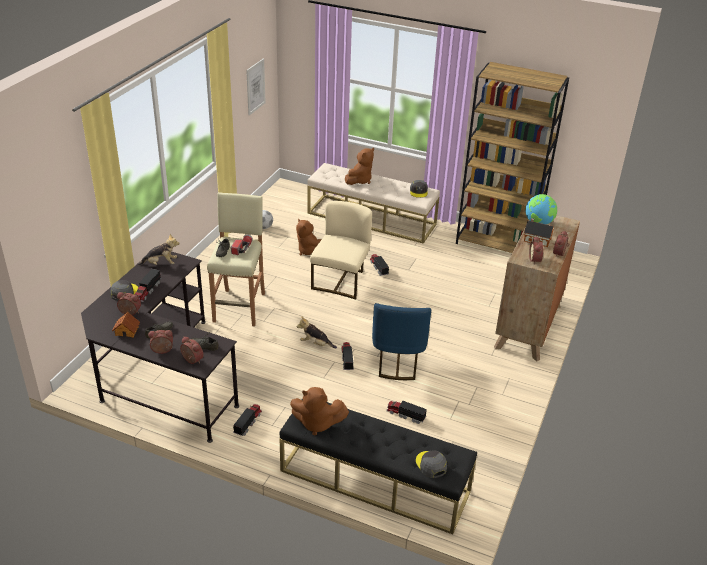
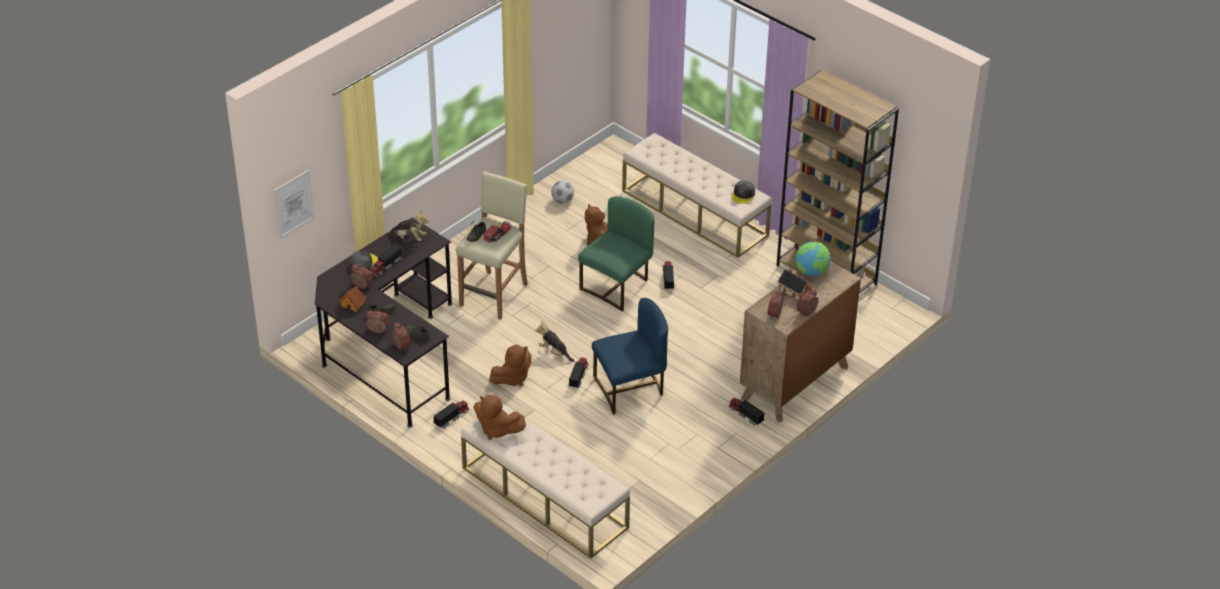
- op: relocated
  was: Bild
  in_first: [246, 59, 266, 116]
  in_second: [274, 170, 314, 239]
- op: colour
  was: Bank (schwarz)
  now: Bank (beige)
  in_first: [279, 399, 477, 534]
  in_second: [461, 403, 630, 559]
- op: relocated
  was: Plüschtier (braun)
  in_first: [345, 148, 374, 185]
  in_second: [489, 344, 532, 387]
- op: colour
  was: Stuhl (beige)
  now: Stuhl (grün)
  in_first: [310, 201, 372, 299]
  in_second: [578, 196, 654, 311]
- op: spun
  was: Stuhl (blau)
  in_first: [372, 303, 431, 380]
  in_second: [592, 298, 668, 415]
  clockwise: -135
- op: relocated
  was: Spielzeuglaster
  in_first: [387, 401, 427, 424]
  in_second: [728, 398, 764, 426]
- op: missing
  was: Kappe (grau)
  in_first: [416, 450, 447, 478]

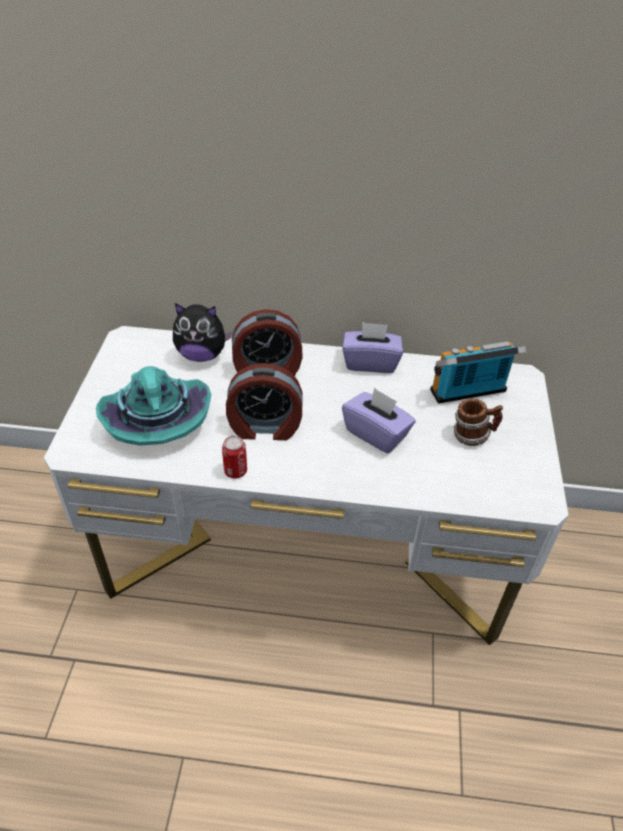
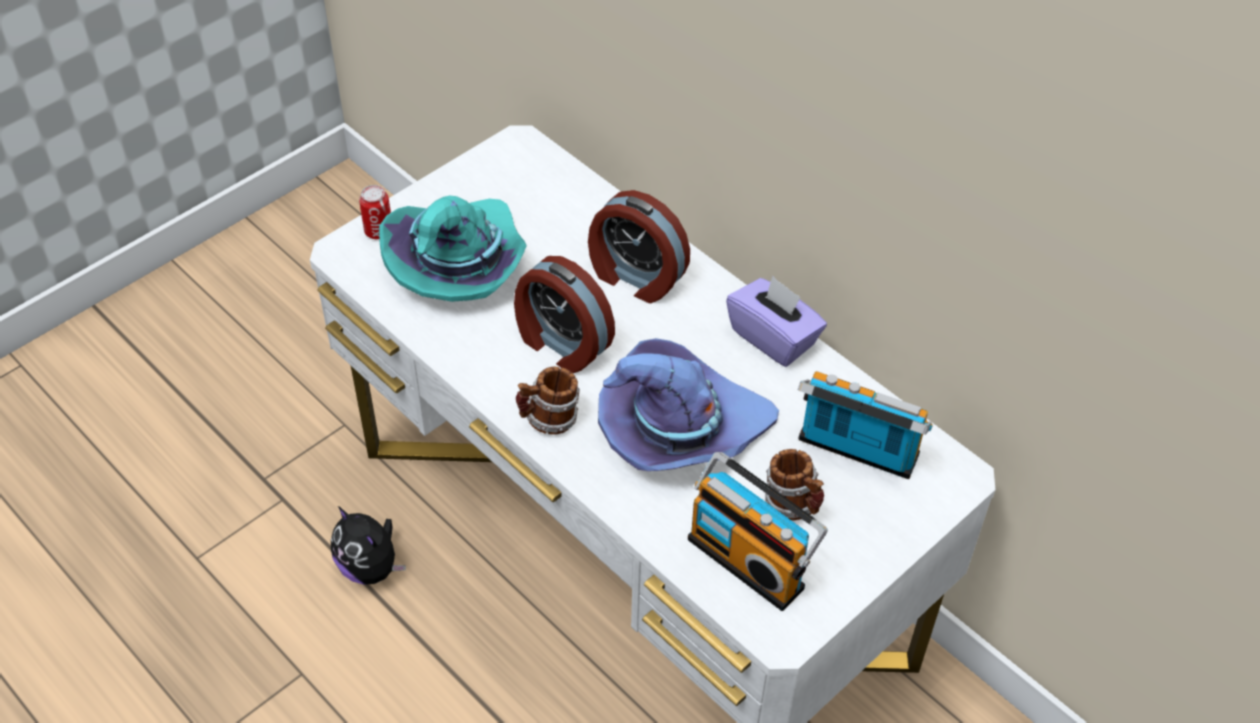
- op: relocated
  was: Plüschtier
  in_first: [173, 303, 233, 362]
  in_second: [331, 506, 406, 585]
- op: relocated
  was: Dose
  in_first: [222, 435, 247, 478]
  in_second: [359, 185, 391, 239]
- op: appeared
  now: Henkelbecher
  in_second: [516, 366, 580, 435]
- op: exchanged
  was: Taschentuchbox (lila)
  now: Hut (lila)
  in_first: [342, 388, 416, 453]
  in_second: [598, 338, 779, 471]
- op: appeared
  now: Radio
  in_second: [688, 452, 828, 611]

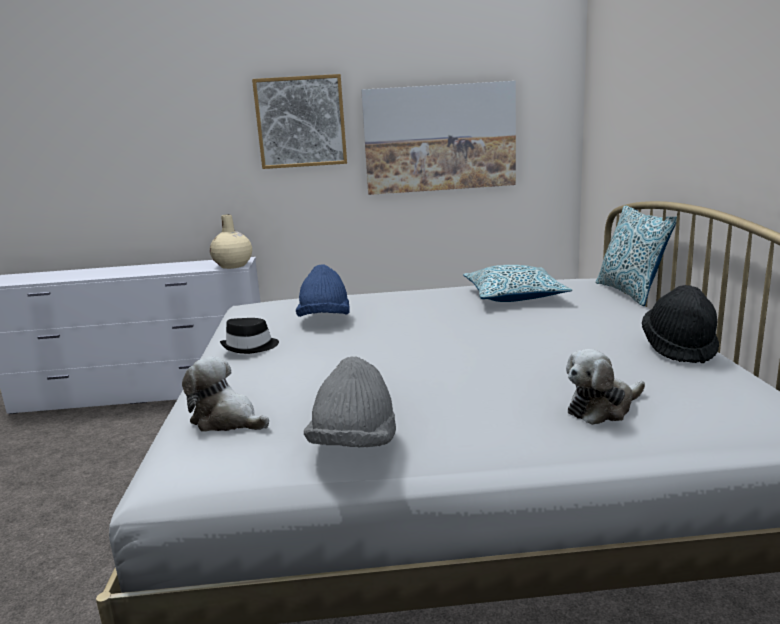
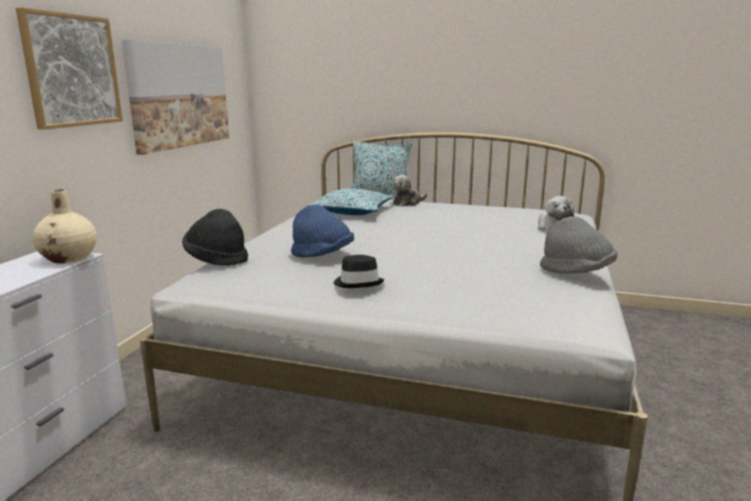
- op: relocated
  was: Hut (schwarz)
  in_first: [642, 285, 719, 363]
  in_second: [182, 209, 248, 266]
- op: relocated
  was: Plüschtier
  in_first: [182, 356, 269, 432]
  in_second: [392, 175, 427, 206]

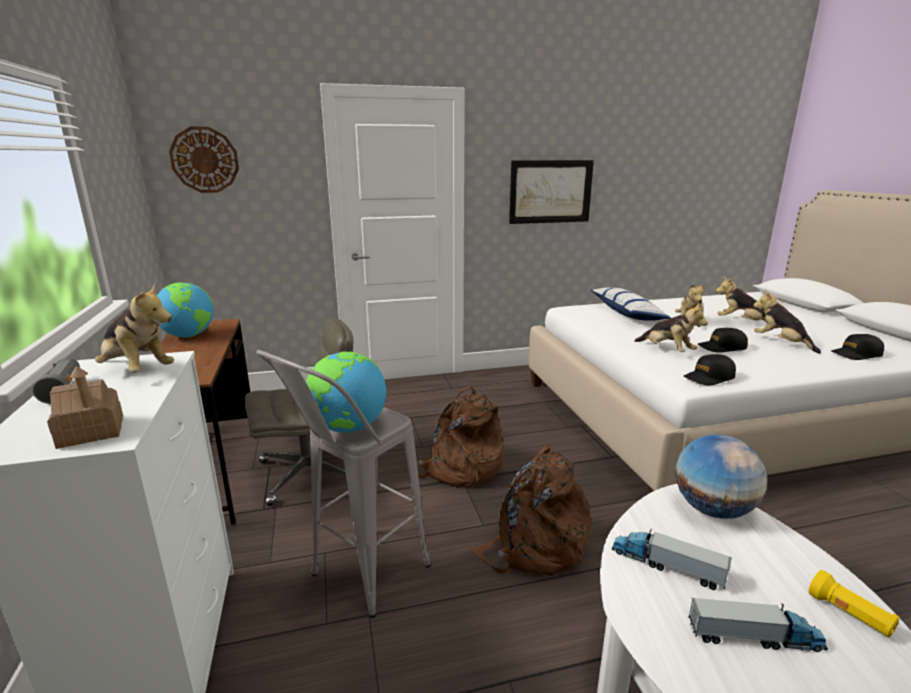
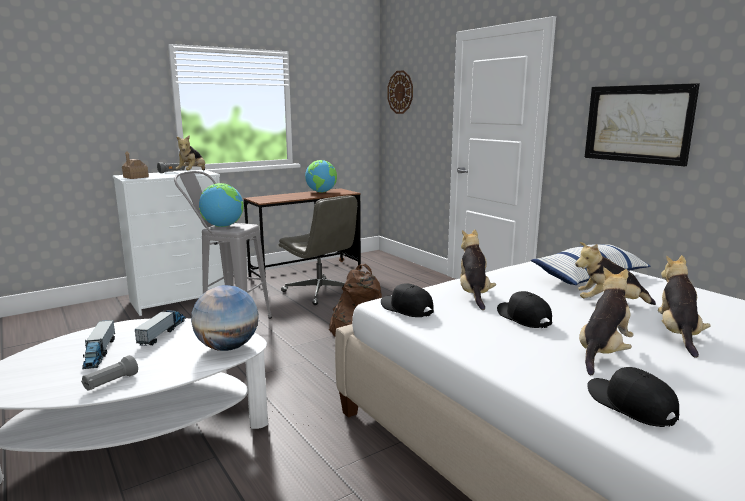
- op: colour
  was: Taschenlampe (gelb)
  now: Taschenlampe (grau)
  in_first: [809, 570, 899, 637]
  in_second: [81, 355, 138, 391]
- op: spun
  was: Plüschtier
  in_first: [634, 303, 708, 352]
  in_second: [460, 229, 496, 310]
  clockwise: 150
- op: missing
  was: Rucksack (braun)
  in_first: [470, 445, 591, 576]

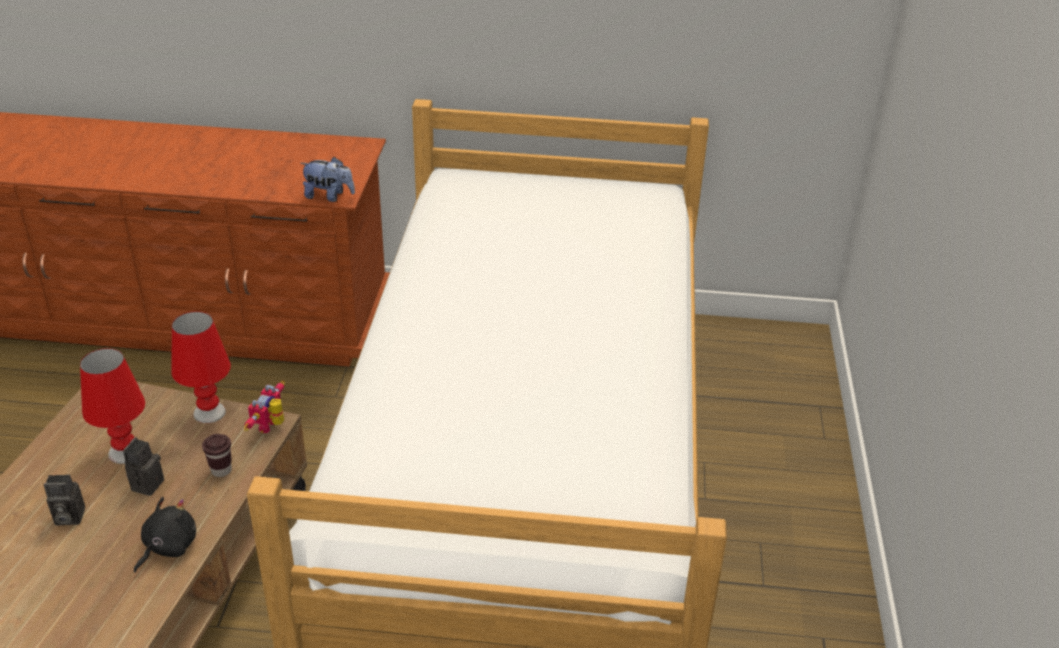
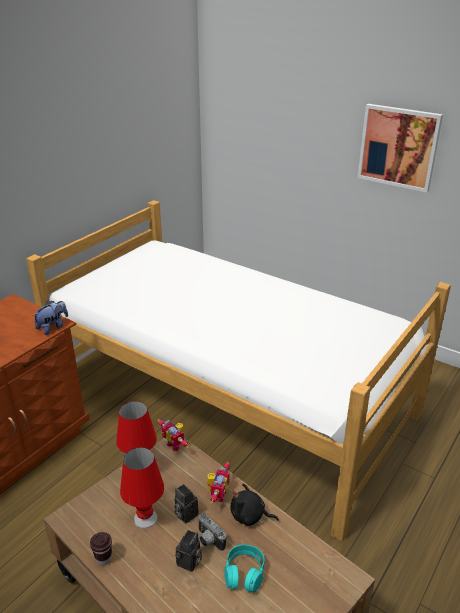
- op: relocated
  was: Tasse (braun)
  in_first: [202, 434, 232, 477]
  in_second: [90, 532, 112, 566]
- op: appeared
  now: Kamera
  in_second: [198, 513, 226, 551]
- op: appeared
  now: Spielzeugroboter
  in_second: [207, 461, 230, 505]
- op: appeared
  now: Kopfhörer (türkis)
  in_second: [224, 545, 265, 592]
- op: spun
  was: Plüschtier (schwarz)
  in_first: [134, 497, 196, 573]
  in_second: [230, 484, 279, 526]
  clockwise: -45
- op: appeared
  now: Bild
  in_second: [357, 104, 443, 193]

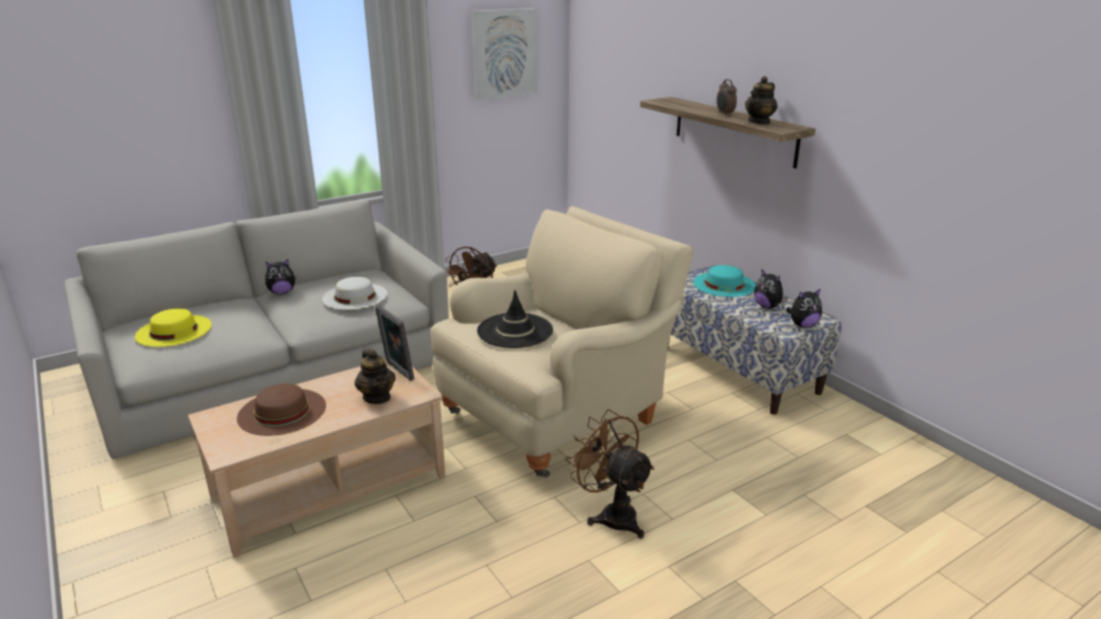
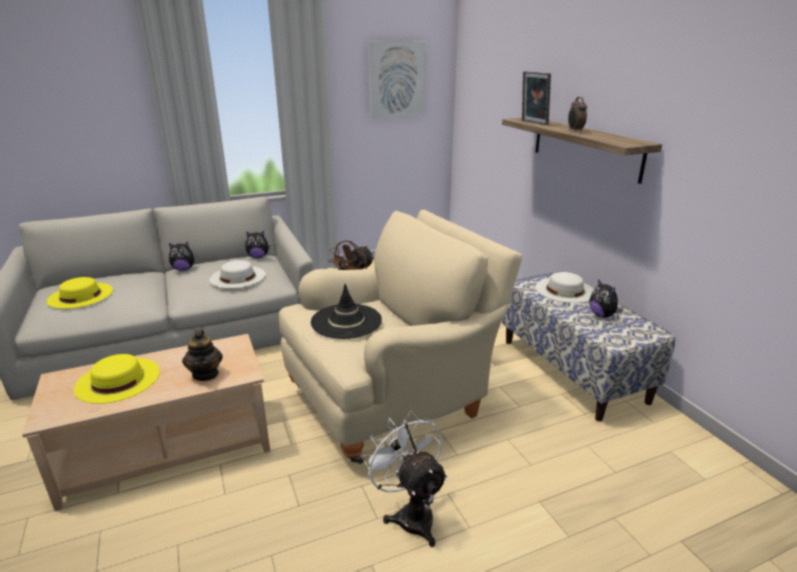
- op: colour
  was: Hut (braun)
  now: Hut (gelb)
  in_first: [237, 384, 326, 436]
  in_second: [74, 354, 160, 404]
- op: relocated
  was: Plüschtier
  in_first: [786, 288, 822, 328]
  in_second: [245, 231, 271, 258]
- op: colour
  was: Ventilator (braun)
  now: Ventilator (weiß)
  in_first: [566, 409, 655, 539]
  in_second: [362, 411, 448, 547]
- op: relocated
  was: Bilderrahmen
  in_first: [375, 305, 414, 381]
  in_second: [522, 71, 551, 125]
- op: colour
  was: Hut (türkis)
  now: Hut (weiß)
  in_first: [693, 265, 756, 297]
  in_second: [536, 272, 594, 303]
- op: missing
  was: Teekanne
  in_first: [745, 76, 778, 124]

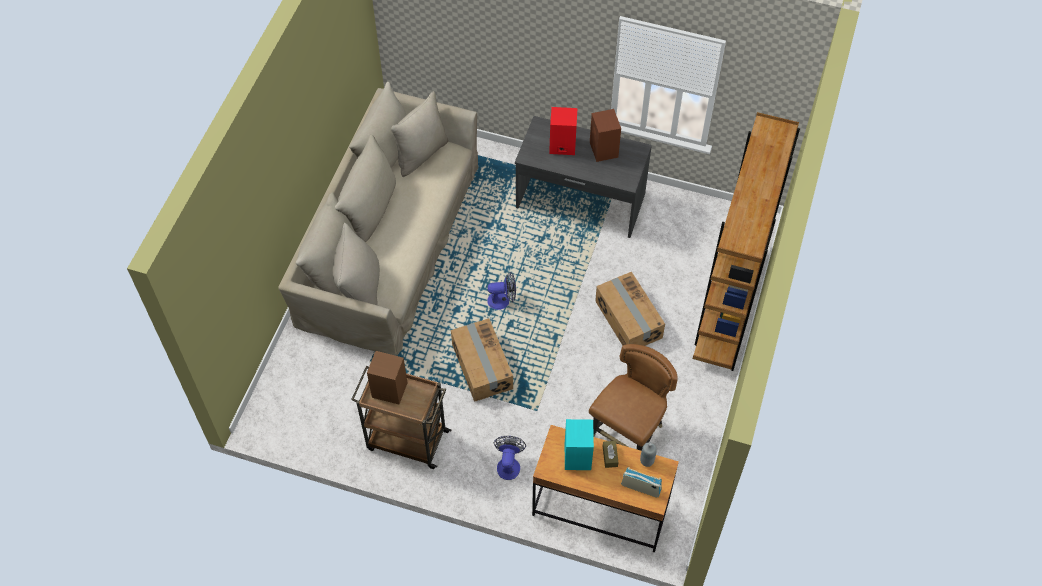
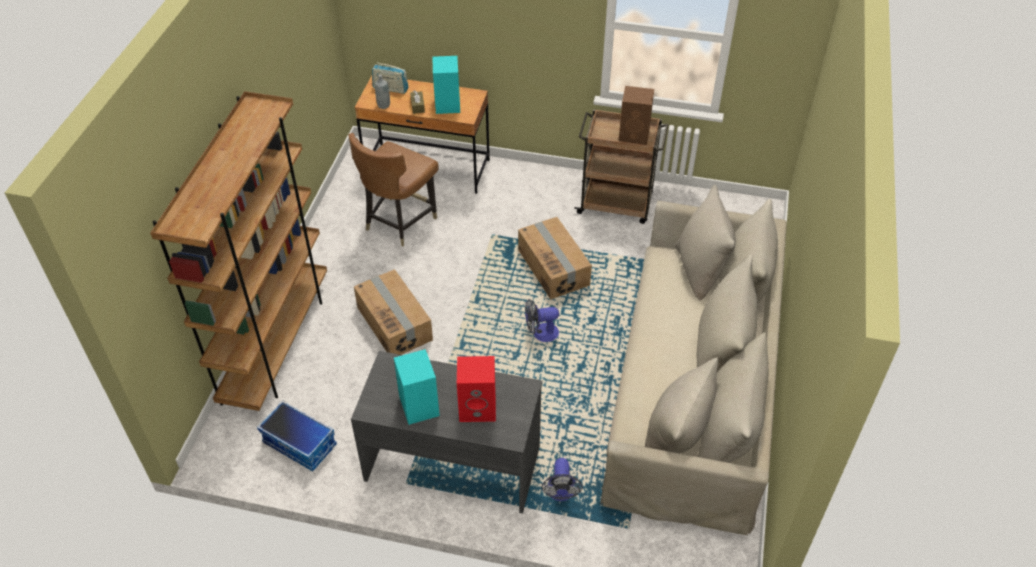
- op: appeared
  now: Aufbewahrungsbox
  in_second: [257, 400, 337, 471]
- op: colour
  was: Lautsprecher (braun)
  now: Lautsprecher (türkis)
  in_first: [590, 109, 621, 162]
  in_second: [394, 349, 440, 425]
- op: relocated
  was: Ventilator
  in_first: [494, 436, 526, 480]
  in_second: [542, 458, 583, 501]

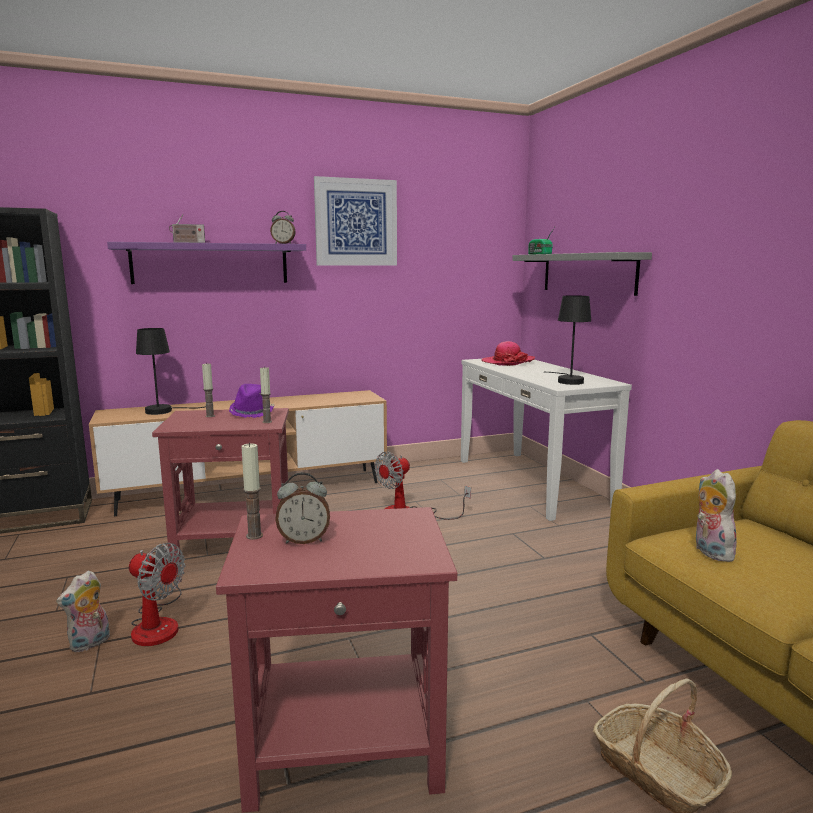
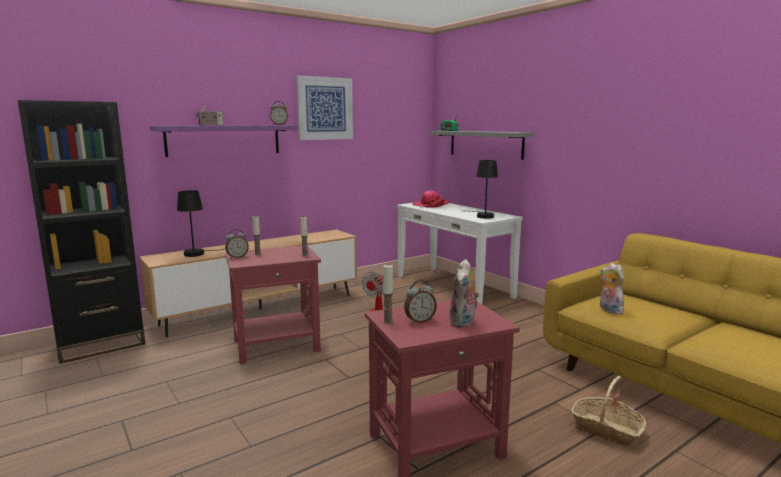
- op: appeared
  now: Wecker
  in_second: [225, 229, 249, 259]
- op: relocated
  was: Plüschtier
  in_first: [56, 571, 110, 653]
  in_second: [449, 259, 480, 328]
- op: missing
  was: Ventilator
  in_first: [129, 543, 185, 646]
- op: missing
  was: Hut (lila)
  in_first: [229, 384, 274, 418]

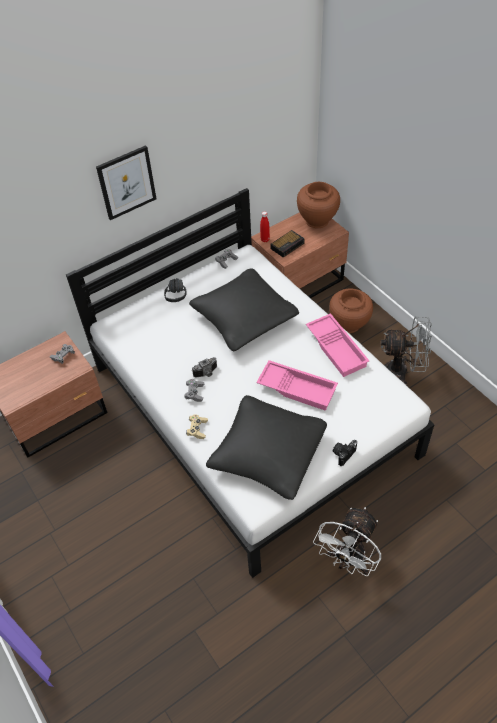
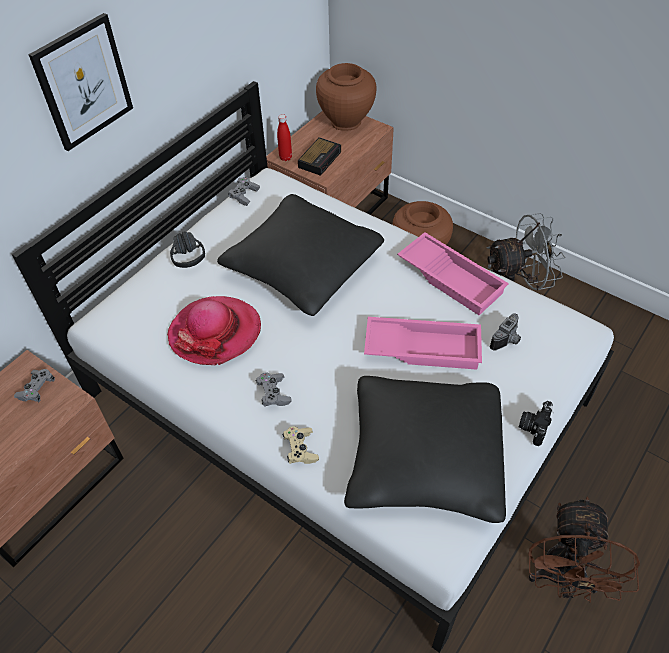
- op: appeared
  now: Hut
  in_second: [167, 296, 261, 365]
- op: relocated
  was: Kamera
  in_first: [192, 357, 217, 377]
  in_second: [490, 313, 521, 350]
- op: colour
  was: Ventilator (weiß)
  now: Ventilator (braun)
  in_first: [313, 507, 381, 576]
  in_second: [528, 497, 640, 603]

